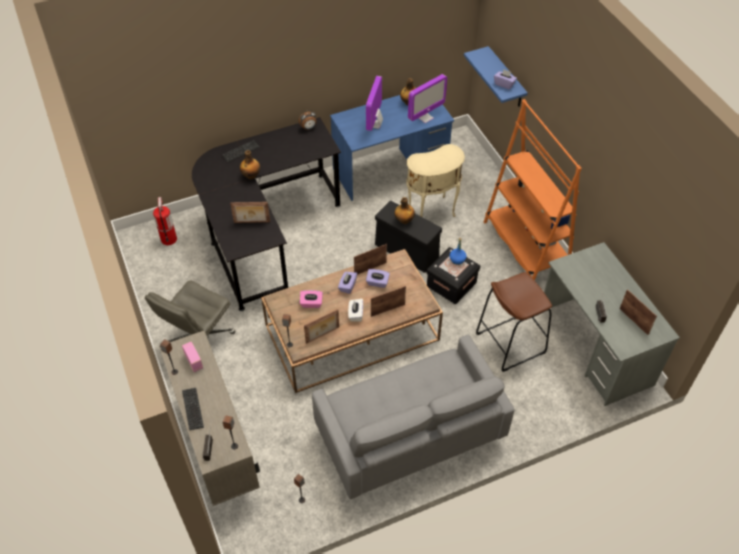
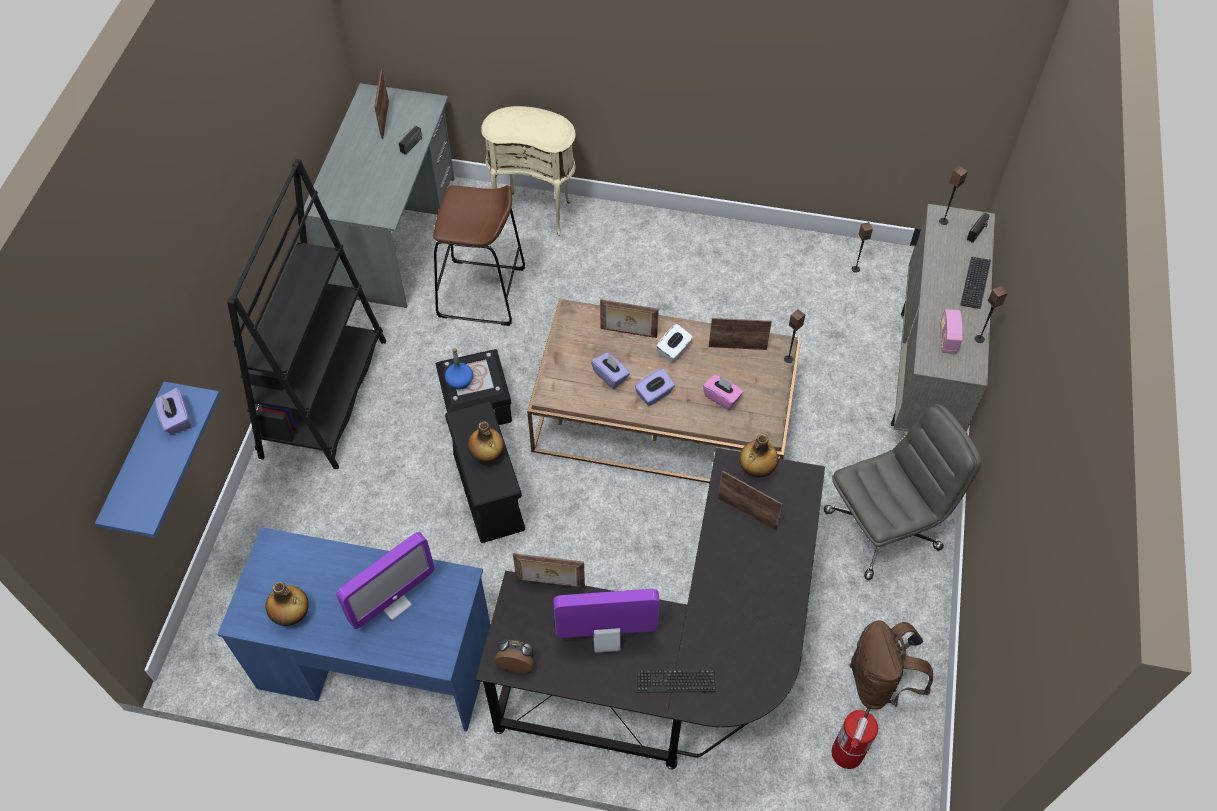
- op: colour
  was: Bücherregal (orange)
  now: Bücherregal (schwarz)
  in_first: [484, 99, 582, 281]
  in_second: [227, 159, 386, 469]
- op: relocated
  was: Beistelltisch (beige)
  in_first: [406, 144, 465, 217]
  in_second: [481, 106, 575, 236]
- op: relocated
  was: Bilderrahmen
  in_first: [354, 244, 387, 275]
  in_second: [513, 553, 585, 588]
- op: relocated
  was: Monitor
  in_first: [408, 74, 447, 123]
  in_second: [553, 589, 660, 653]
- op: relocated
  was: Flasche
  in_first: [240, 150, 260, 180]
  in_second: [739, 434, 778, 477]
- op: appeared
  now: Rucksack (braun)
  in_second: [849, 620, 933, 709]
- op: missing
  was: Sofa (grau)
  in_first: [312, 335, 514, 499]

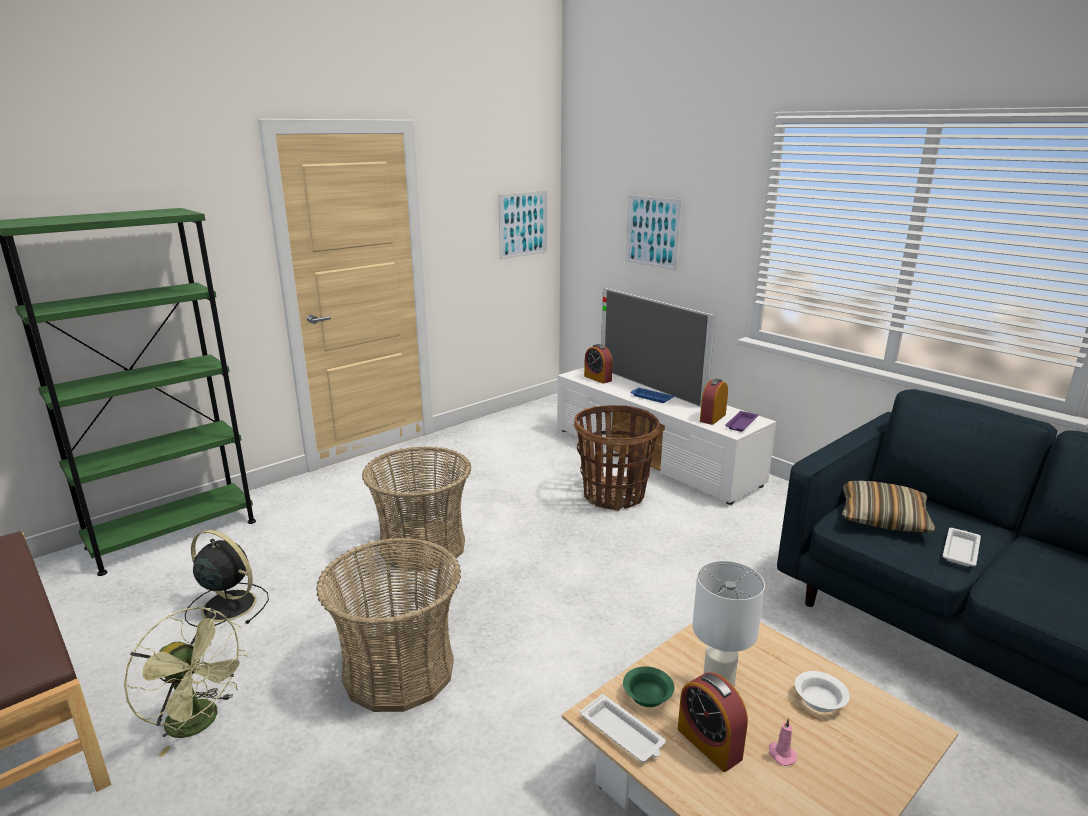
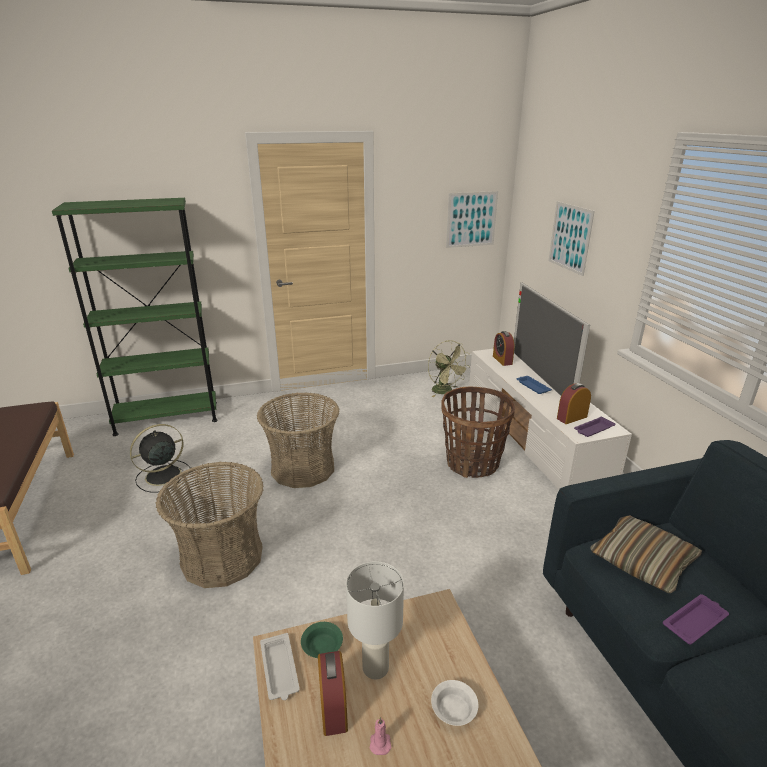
- op: spun
  was: Ventilator (schwarz)
  in_first: [185, 530, 269, 627]
  in_second: [130, 424, 192, 493]
  clockwise: -90
- op: relocated
  was: Ventilator (grün)
  in_first: [124, 607, 249, 757]
  in_second: [428, 340, 470, 397]
- op: colour
  was: Tablett (weiß)
  now: Tablett (lila)
  in_first: [943, 528, 981, 567]
  in_second: [663, 594, 729, 644]

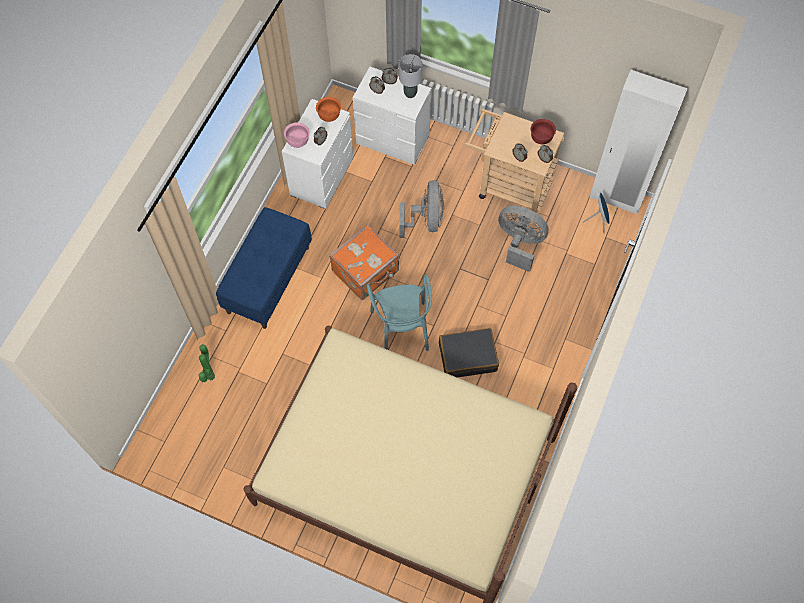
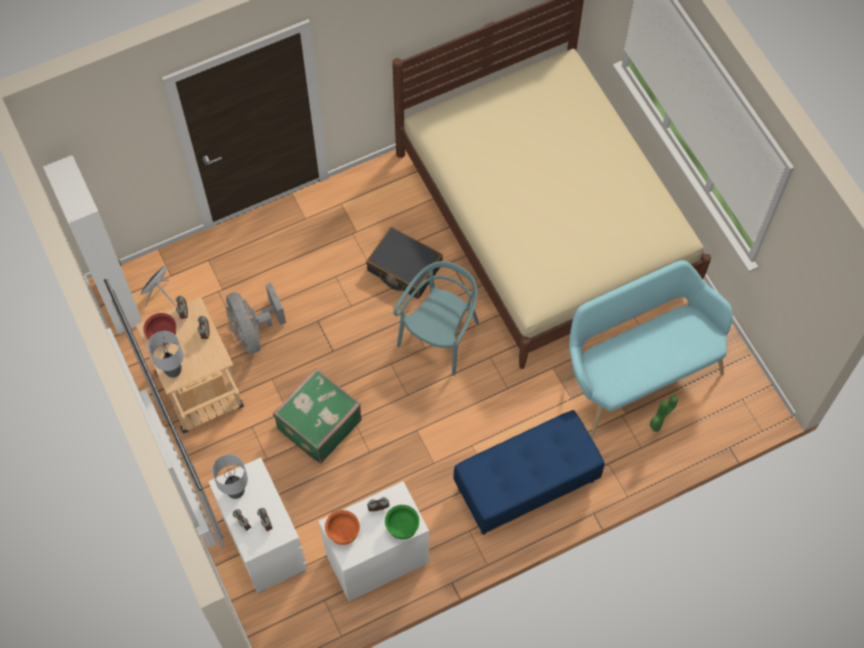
- op: appeared
  now: Tischlampe (grau)
  in_second: [148, 331, 183, 378]
- op: exchanged
  was: Ventilator (grau)
  now: Koffer (grün)
  in_first: [399, 180, 444, 238]
  in_second: [273, 368, 362, 464]
- op: colour
  was: Schüssel (rosa)
  now: Schüssel (grün)
  in_first: [284, 122, 310, 148]
  in_second: [385, 505, 419, 540]
- op: appeared
  now: Bank (türkis)
  in_second: [564, 260, 732, 437]
- op: missing
  was: Koffer (orange)
  in_first: [329, 225, 399, 300]

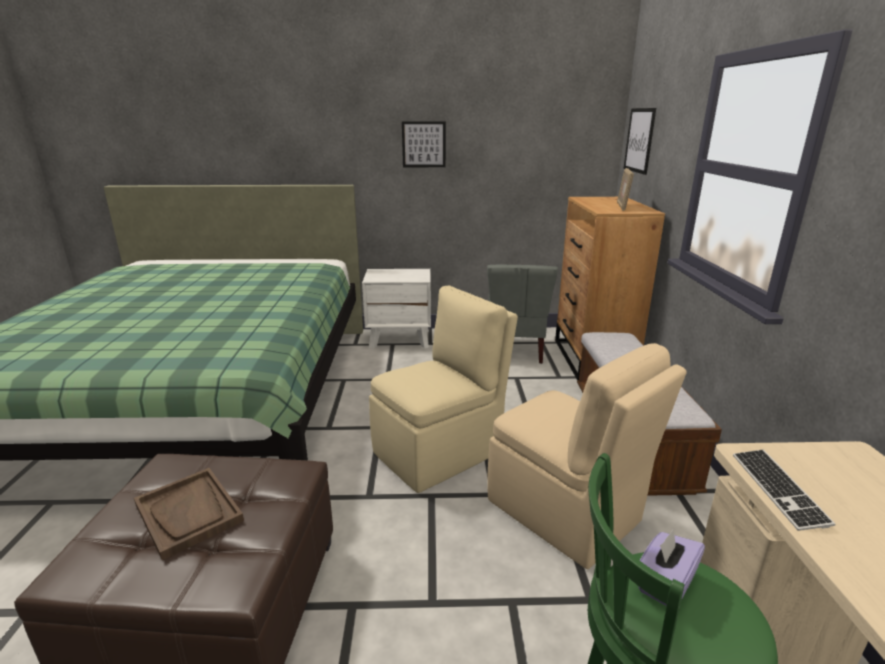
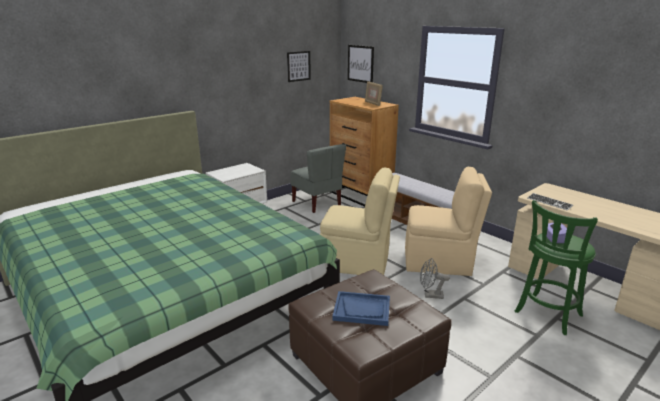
- op: relocated
  was: Bild
  in_first: [402, 121, 446, 167]
  in_second: [287, 51, 311, 82]
- op: spun
  was: Stuhl (beige)
  in_first: [369, 285, 518, 493]
  in_second: [320, 167, 400, 275]
  clockwise: 90
- op: colour
  was: Tablett (braun)
  now: Tablett (blau)
  in_first: [134, 468, 244, 560]
  in_second: [332, 291, 390, 326]
- op: appeared
  now: Ventilator (grau)
  in_second: [420, 258, 450, 299]

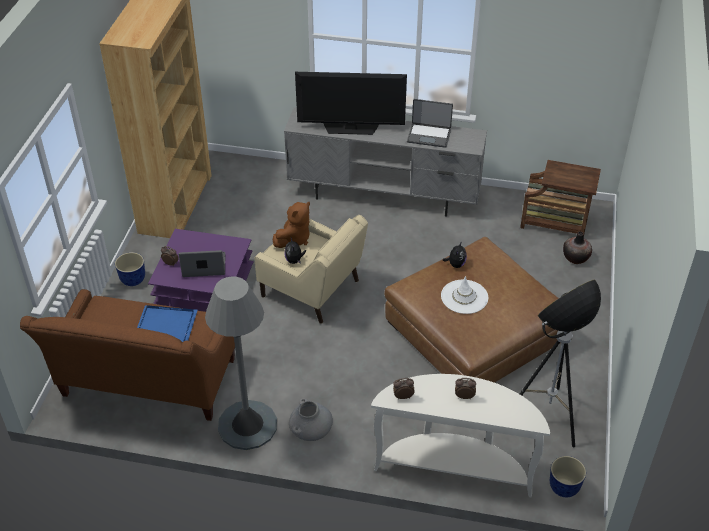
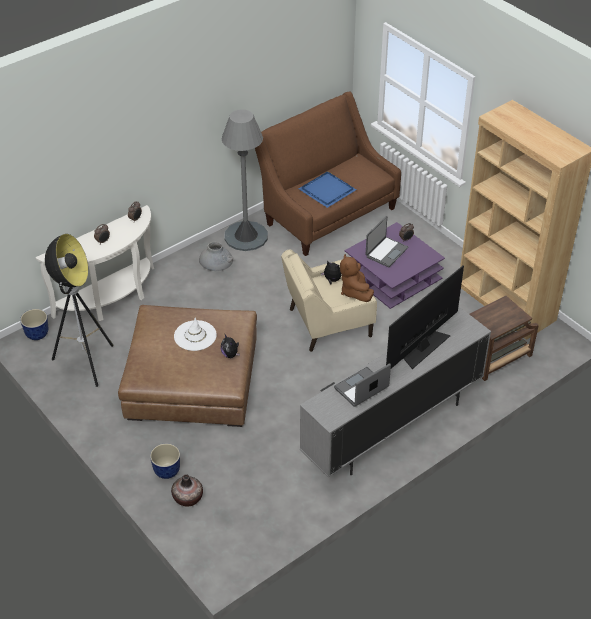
- op: relocated
  was: Pflanzkübel
  in_first: [115, 252, 145, 286]
  in_second: [150, 443, 180, 479]
- op: relocated
  was: Beistelltisch (braun)
  in_first: [520, 160, 601, 234]
  in_second: [470, 296, 539, 381]

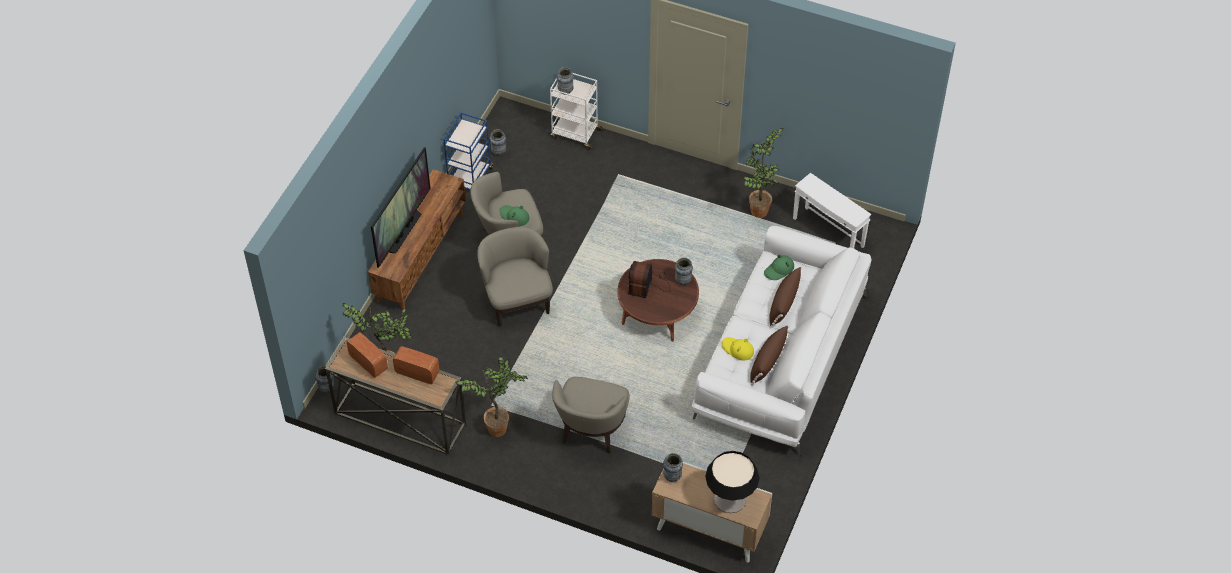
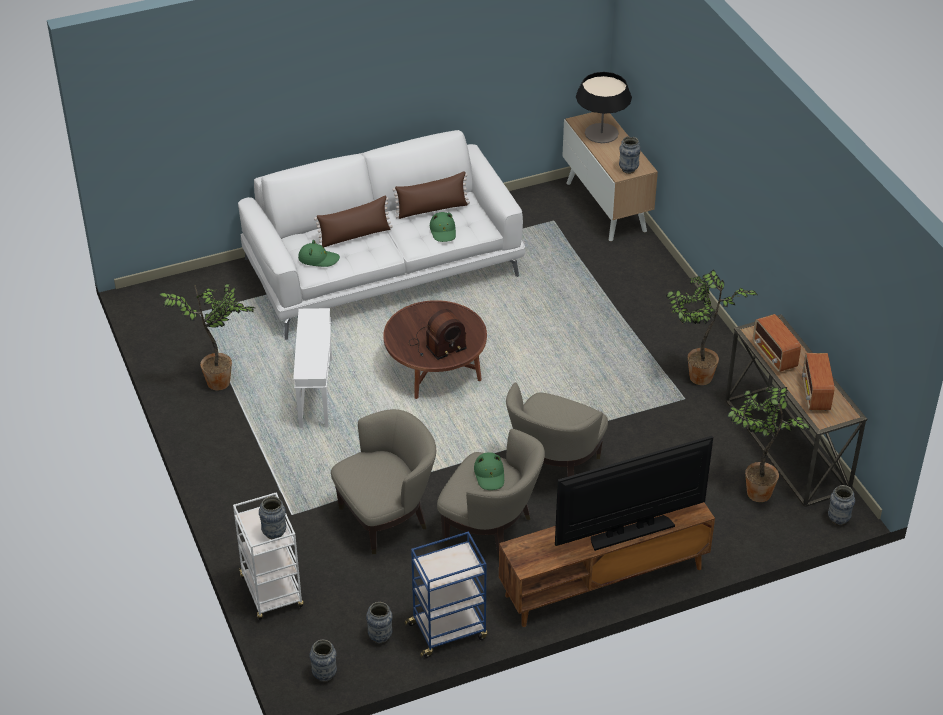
- op: relocated
  was: Beistelltisch (weiß)
  in_first: [793, 173, 871, 248]
  in_second: [293, 308, 332, 428]
- op: relocated
  was: Vase
  in_first: [675, 257, 693, 285]
  in_second: [309, 640, 337, 682]
- op: relocated
  was: Sessel (beige)
  in_first: [552, 377, 630, 454]
  in_second: [331, 409, 436, 554]
- op: colour
  was: Hut (gelb)
  now: Hut (grün)
  in_first: [722, 337, 754, 360]
  in_second: [430, 212, 456, 242]

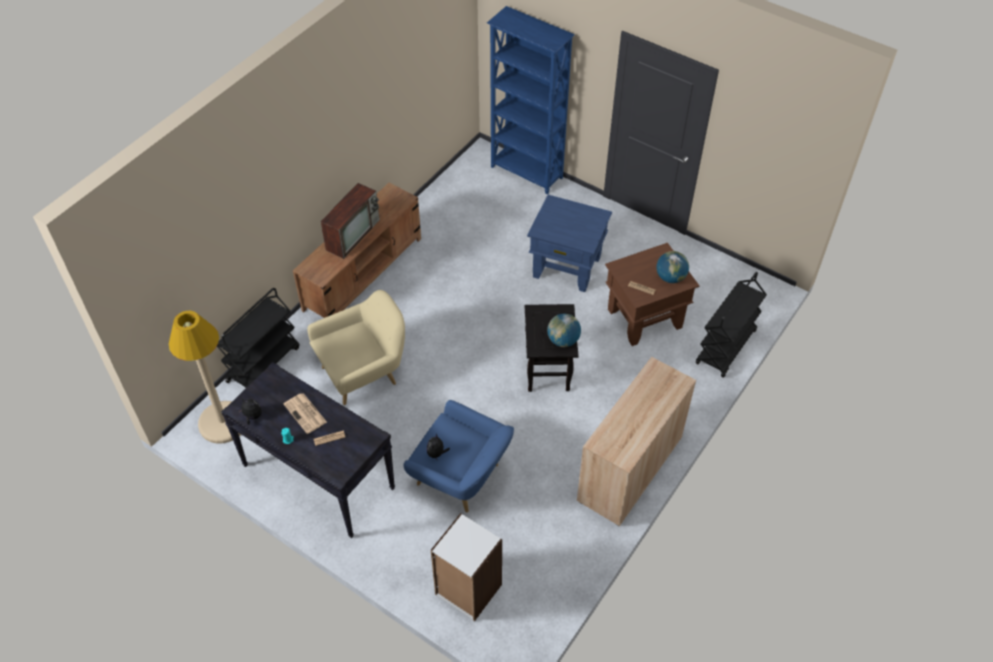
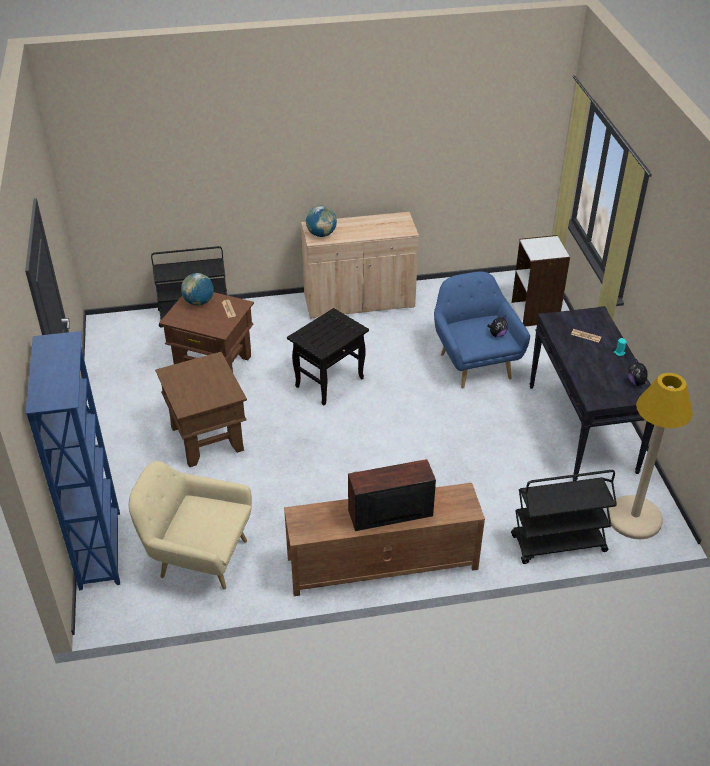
- op: relocated
  was: Sessel (beige)
  in_first: [307, 290, 405, 405]
  in_second: [129, 461, 252, 589]
- op: colour
  was: Beistelltisch (blau)
  now: Beistelltisch (braun)
  in_first: [527, 195, 612, 292]
  in_second: [155, 352, 247, 467]
- op: relocated
  was: Globus
  in_first: [547, 314, 581, 347]
  in_second: [306, 206, 337, 237]
- op: missing
  was: Zeitung
  in_first: [284, 393, 327, 434]

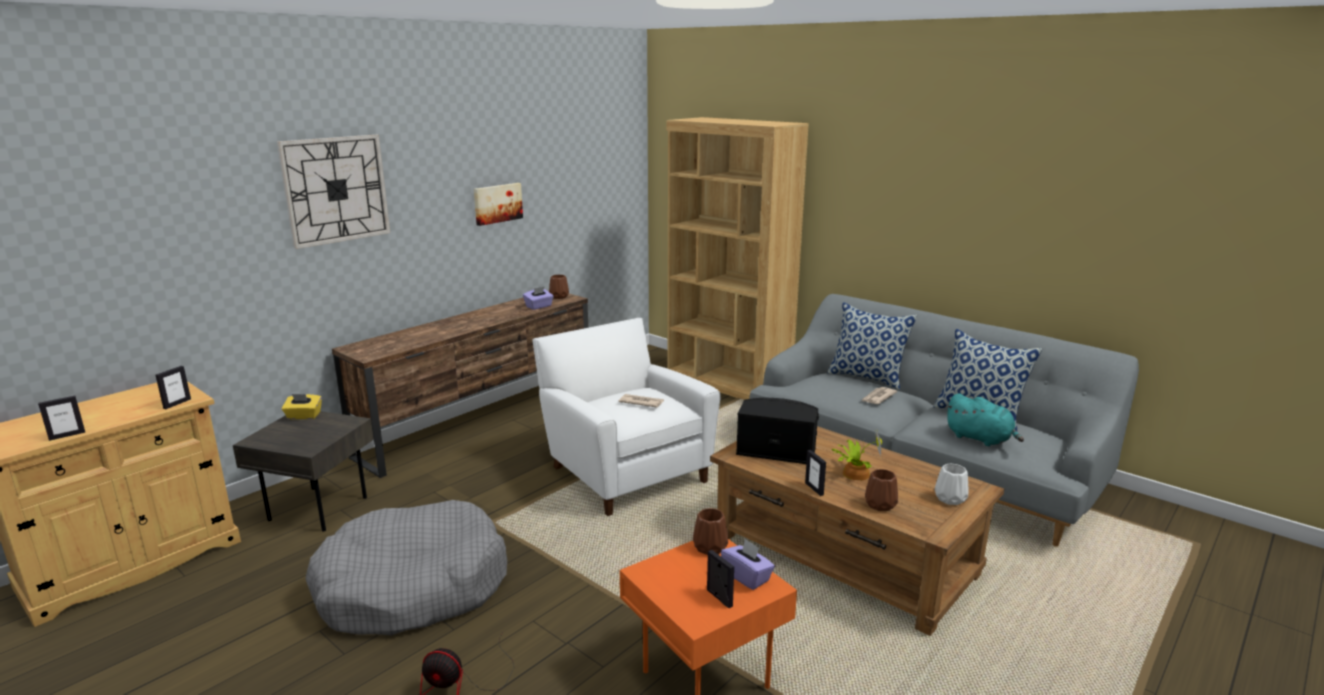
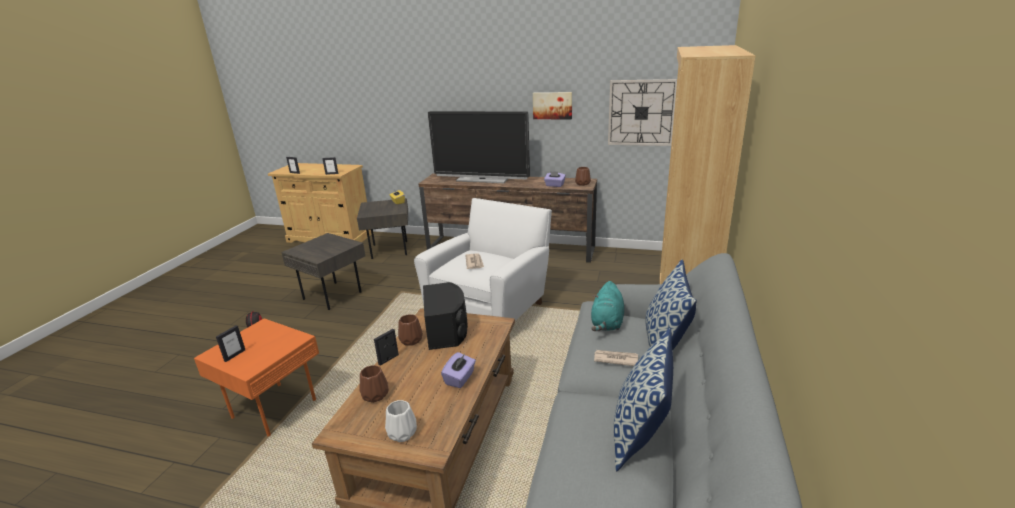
- op: exchanged
  was: Hundebett (grau)
  now: Beistelltisch (grau)
  in_first: [305, 500, 507, 635]
  in_second: [281, 233, 365, 310]
- op: relocated
  was: Vase (braun)
  in_first: [693, 508, 728, 555]
  in_second: [398, 314, 423, 346]
- op: appeared
  now: Fernseher
  in_second: [428, 111, 530, 183]
- op: relocated
  was: Taschentuchbox (lila)
  in_first: [721, 539, 775, 590]
  in_second: [441, 352, 476, 388]
- op: relocated
  was: Plüschtier (türkis)
  in_first: [946, 394, 1024, 446]
  in_second: [591, 281, 624, 331]
- op: relocated
  was: Wanduhr
  in_first: [277, 135, 390, 249]
  in_second: [608, 79, 677, 146]
- op: missing
  was: Topfpflanze
  in_first: [831, 429, 882, 481]

